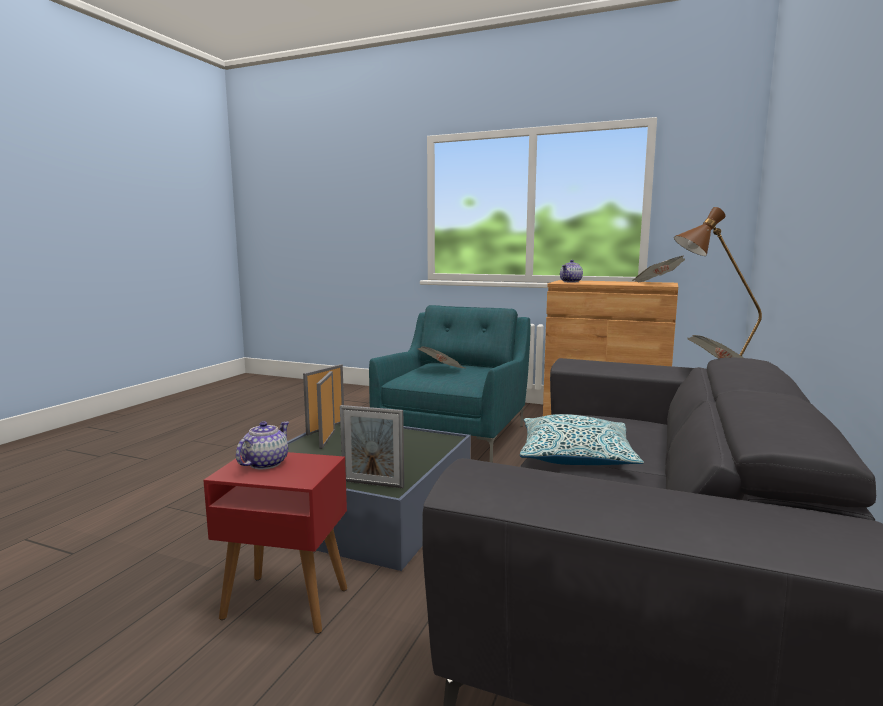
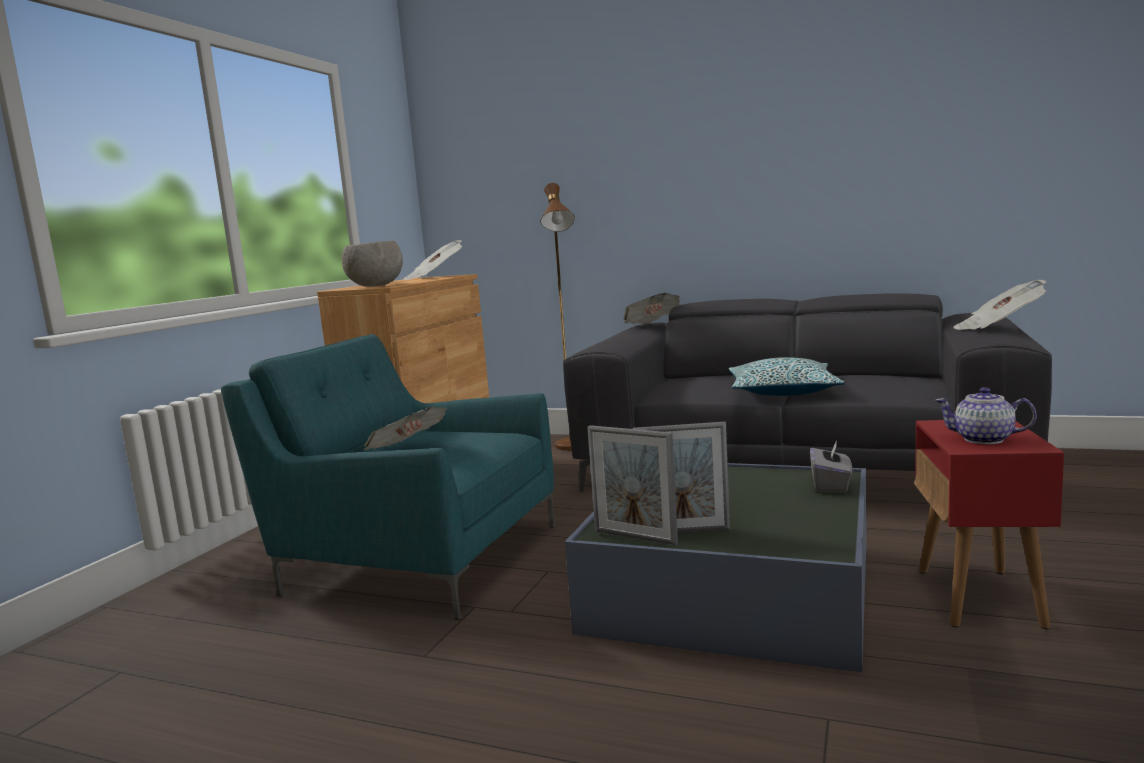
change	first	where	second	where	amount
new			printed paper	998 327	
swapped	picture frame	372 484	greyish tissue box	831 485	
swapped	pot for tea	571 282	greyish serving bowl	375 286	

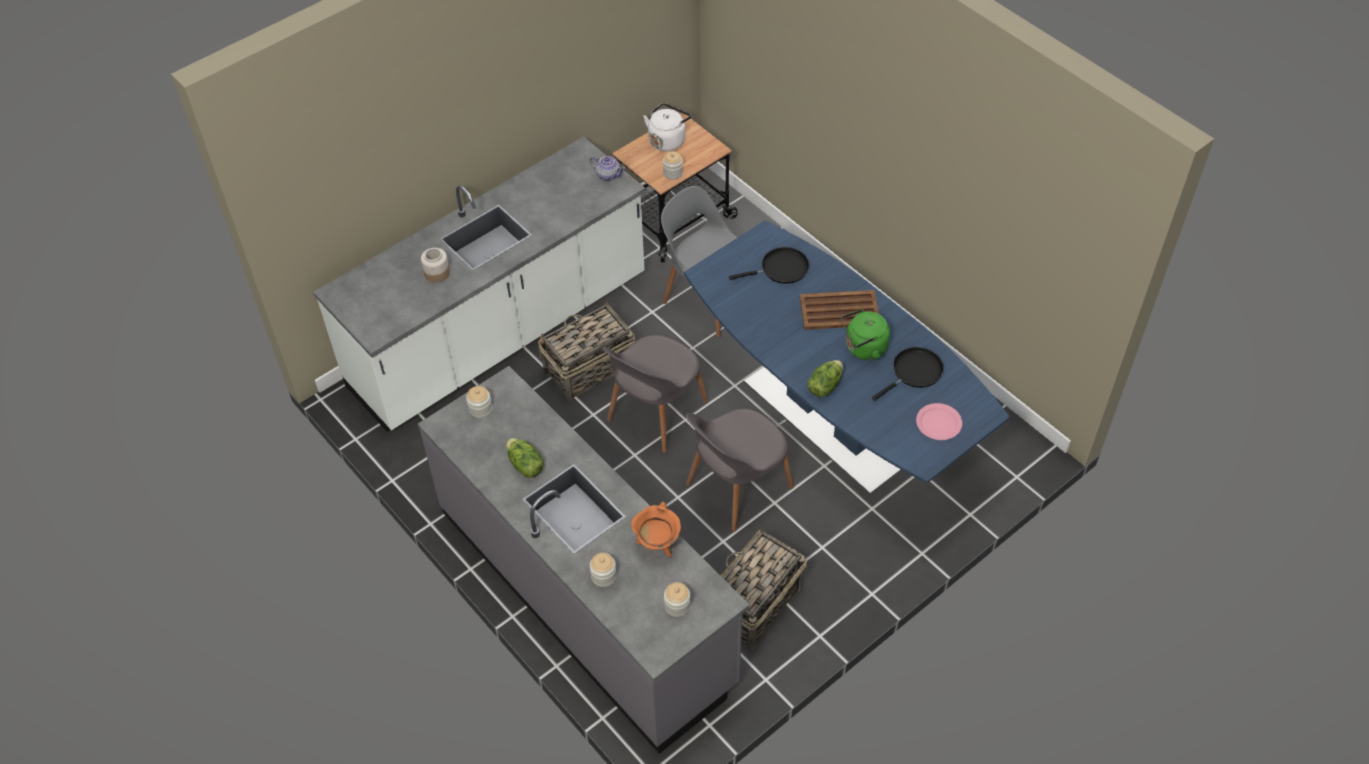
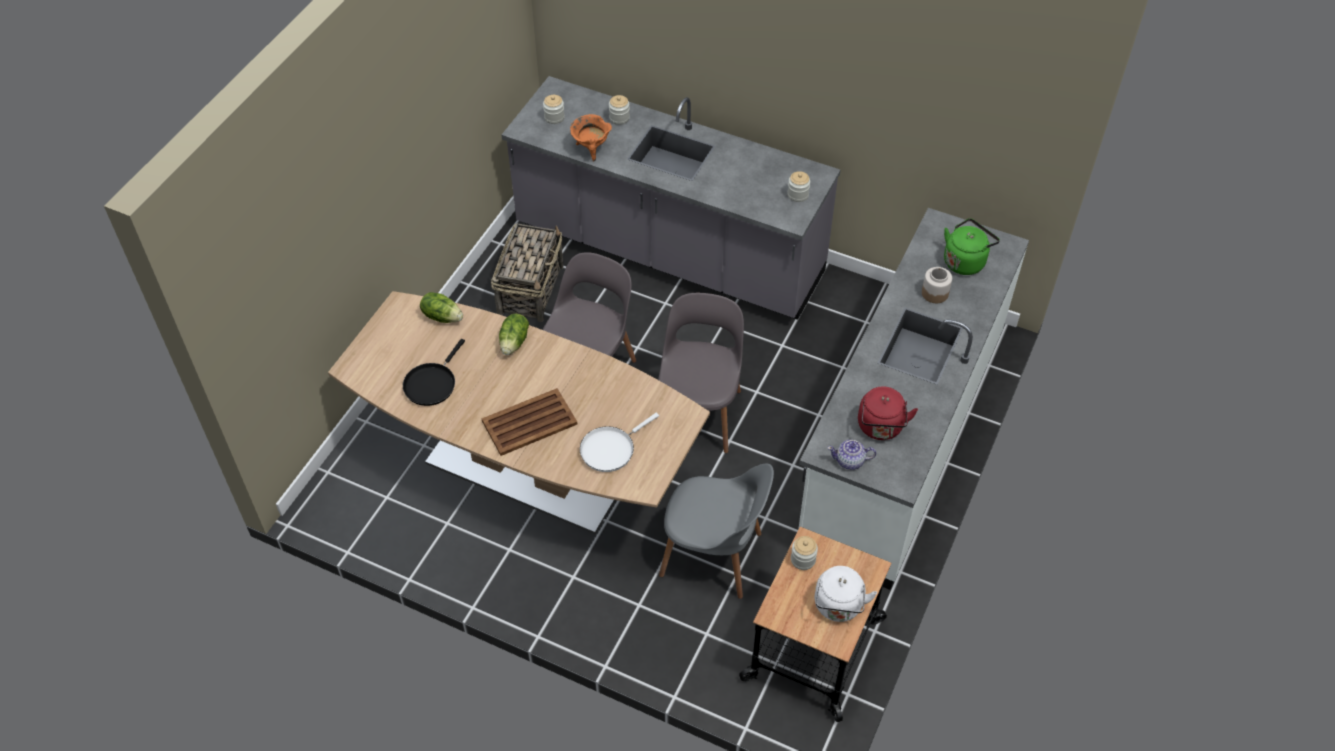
change	first	where	second	where	amount
gone	basket	588 369			
gone	pinkish plate	938 423			
new			red-coloured tea kettle	880 428	
shifted	lettuce head	525 466		442 316	
shifted	green tea kettle	863 349		965 261	
repainted	blue kitchen table	832 418	brownish kitchen table	527 468	
repainted	blackish skillet	781 269	whitish skillet	610 449	

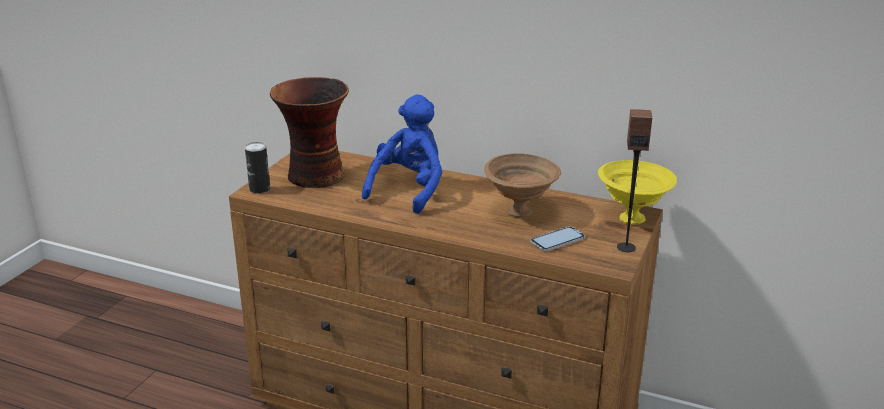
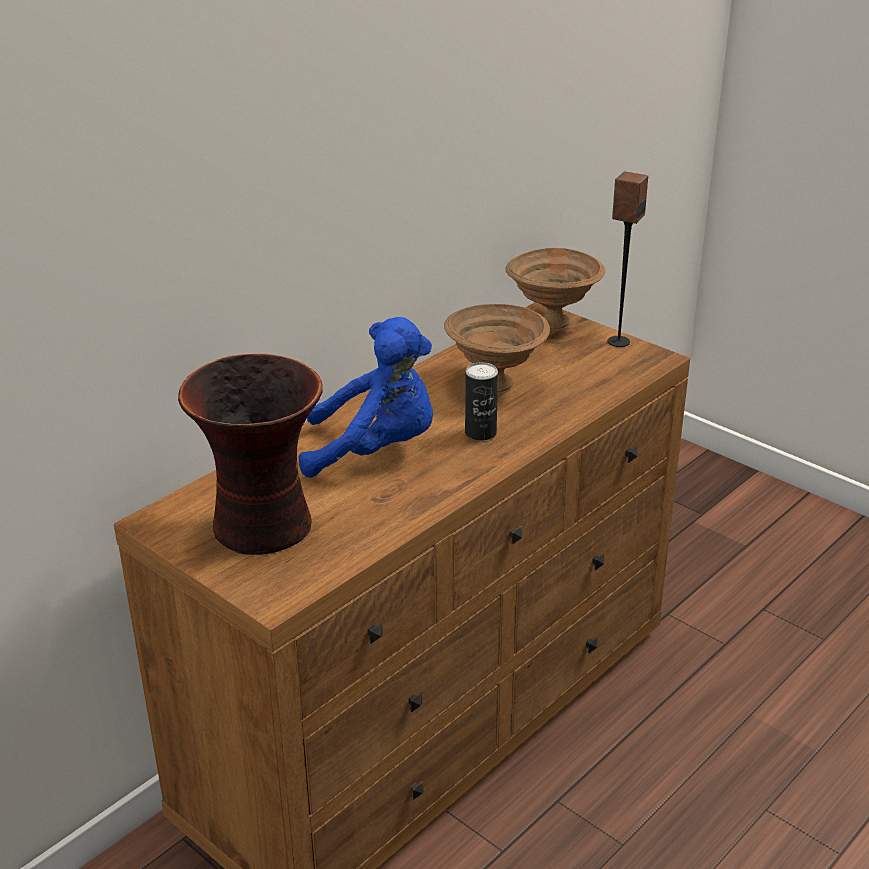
change	first	where	second	where	amount
gone	handset	557 240			
shifted	can	259 189		480 433	
repainted	yellow-coloured serving bowl	631 218	brownish serving bowl	551 321	
rotated	blue cuddly toy	409 190		375 450	135 degrees clockwise

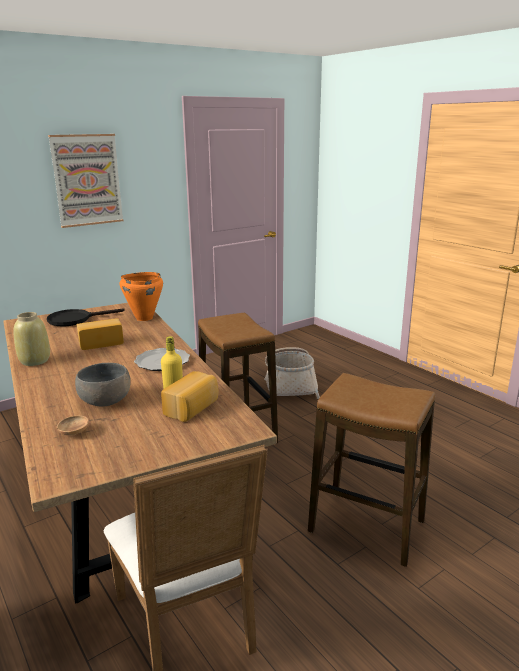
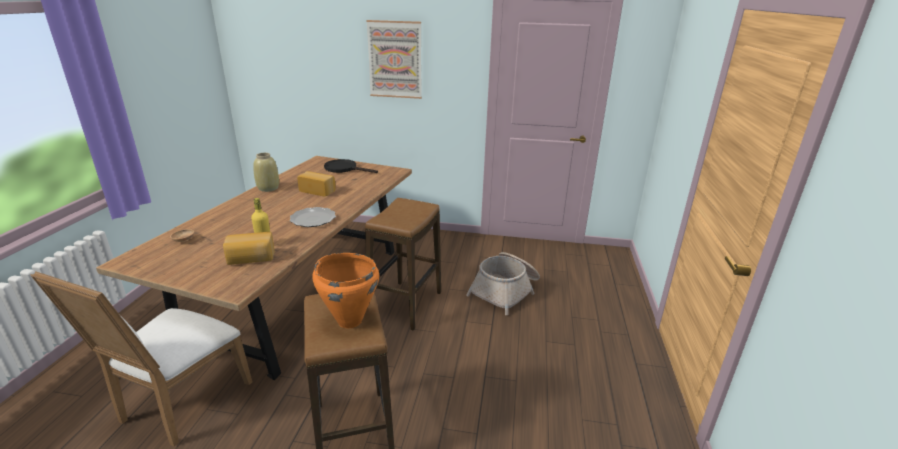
change	first	where	second	where	amount
gone	greyish serving bowl	105 401			
shifted	orangey stockpot	144 318		349 320	

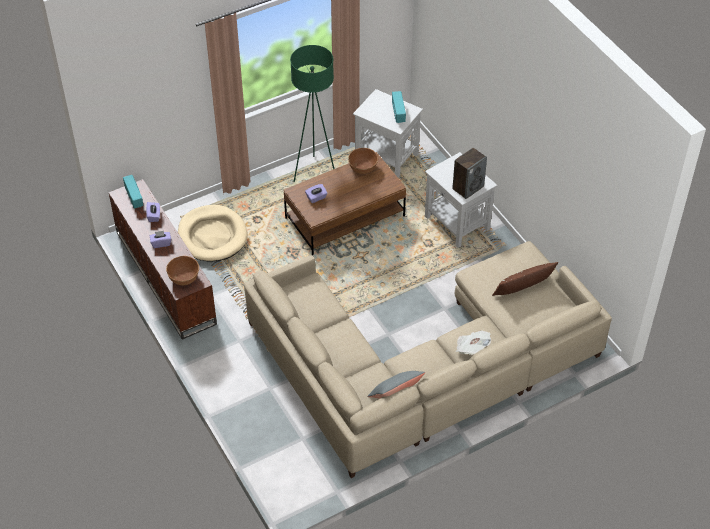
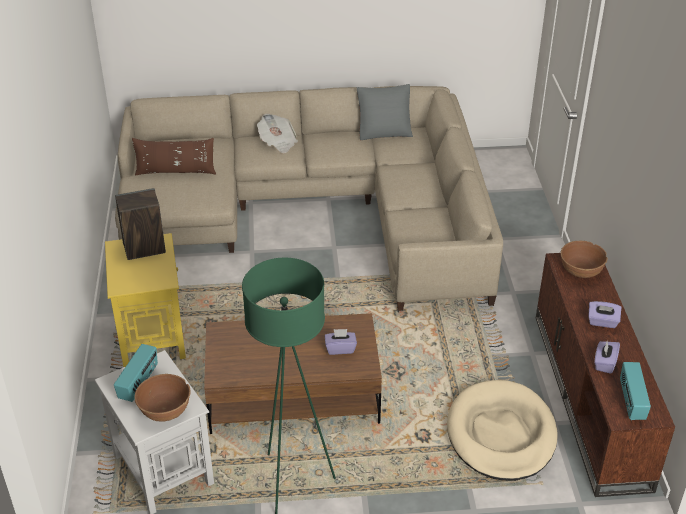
change	first	where	second	where	amount
shifted	brownish serving bowl	363 168		165 410	
repainted	whitish accent table	457 223	yellow-coloured accent table	152 335	

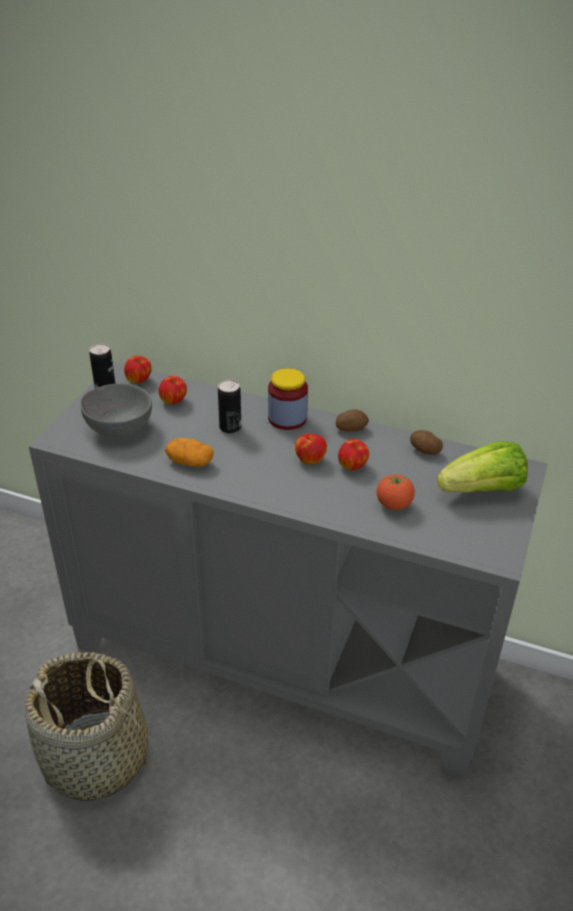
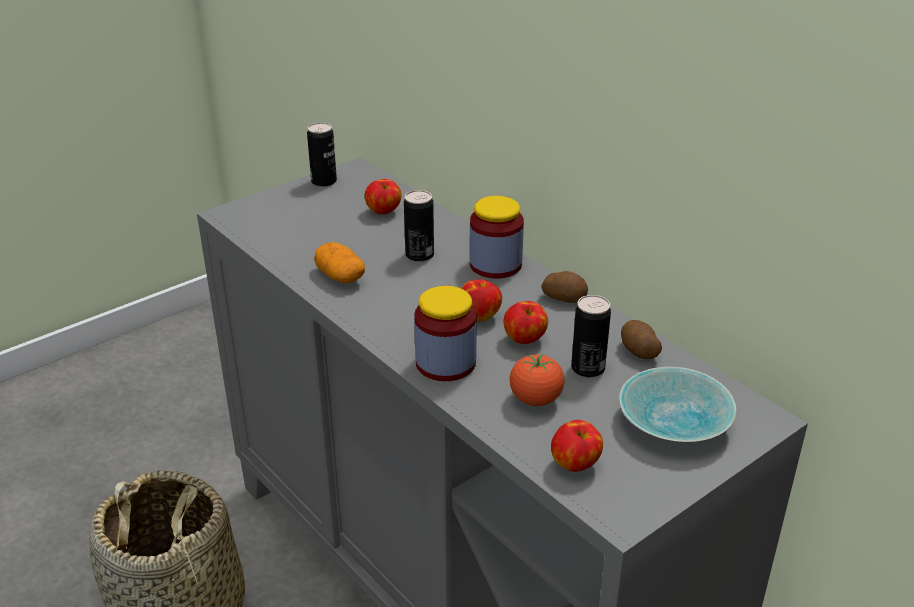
change	first	where	second	where	amount
gone	greyish serving bowl	118 427			
new			preserve jar	445 363	
new			can	588 368	
shifted	whole apple	139 380		575 464	
swapped	lettuce head	483 490	turquoise-coloured serving bowl	676 424	

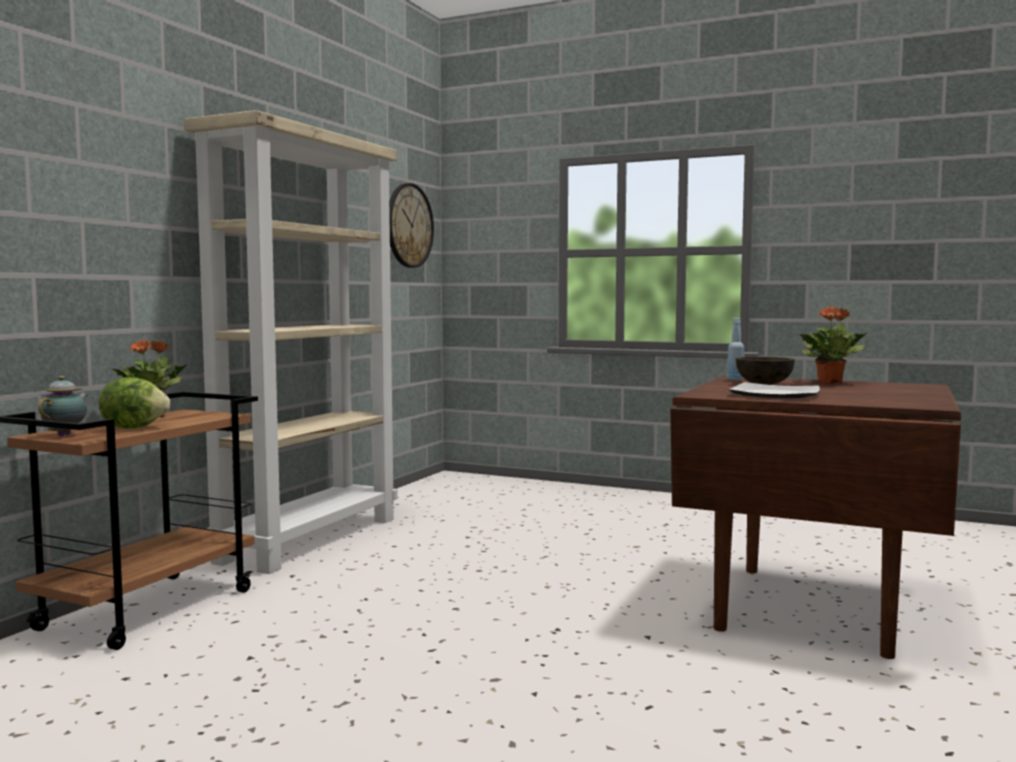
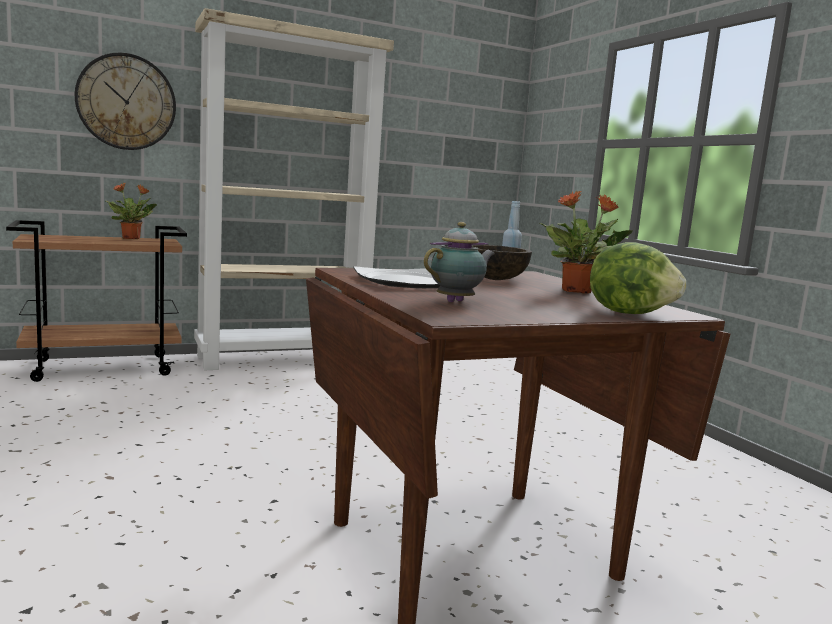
change	first	where	second	where	amount
shifted	pot for tea	66 435		457 301	
shifted	lettuce head	134 428		630 313	
shifted	hanging clock	409 225		126 102	

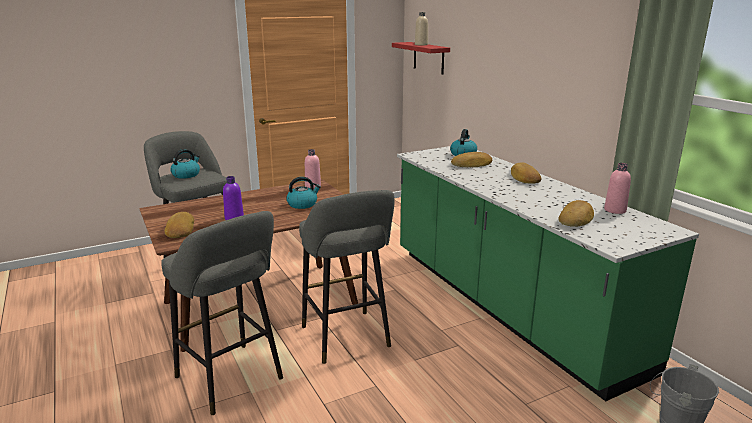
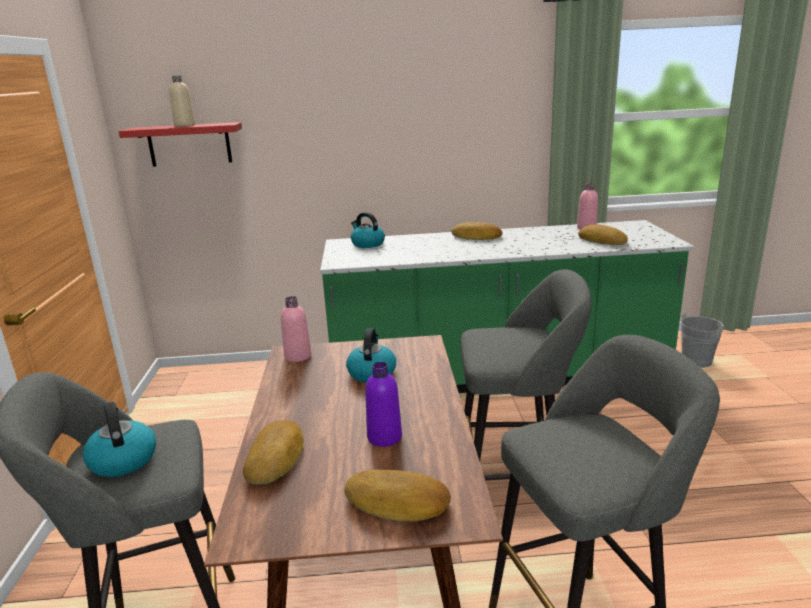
change	first	where	second	where	amount
shifted	bakery bread	472 164		276 457	

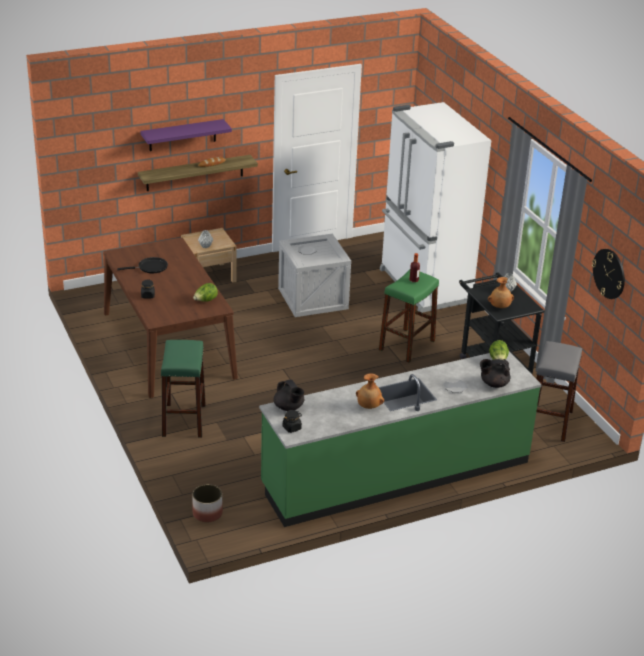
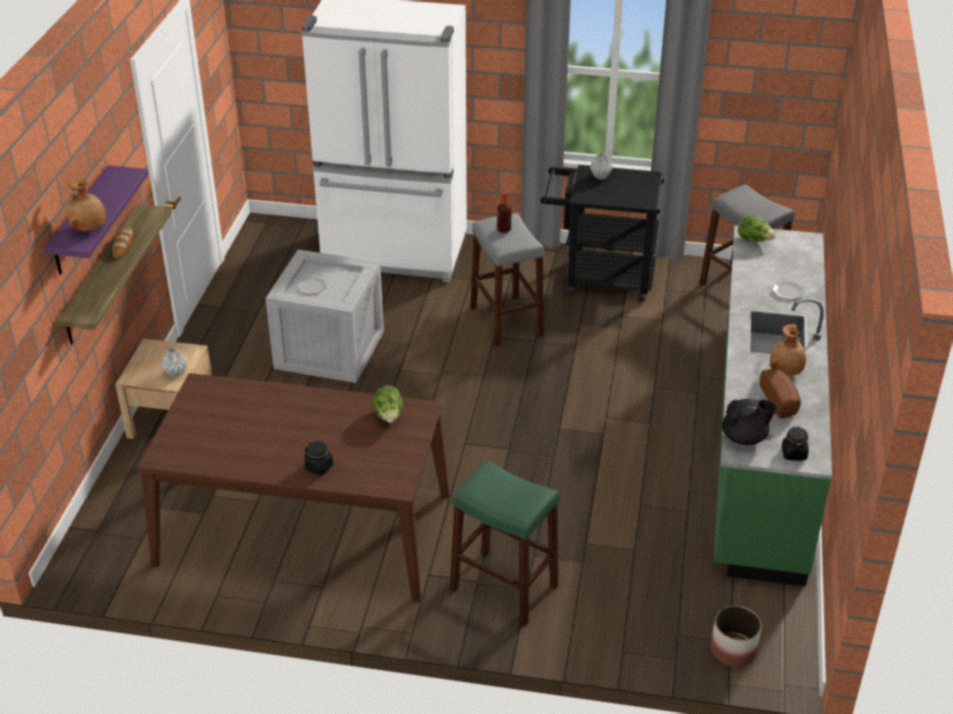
change	first	where	second	where	amount
gone	blackish skillet	150 267			
gone	blackish pot for tea	493 384			
gone	hanging clock	609 273			
new			bakery bread	781 401	
shifted	brownish decorative vase	500 307		90 228	
repainted	green stool	407 345	greyish stool	506 321	

